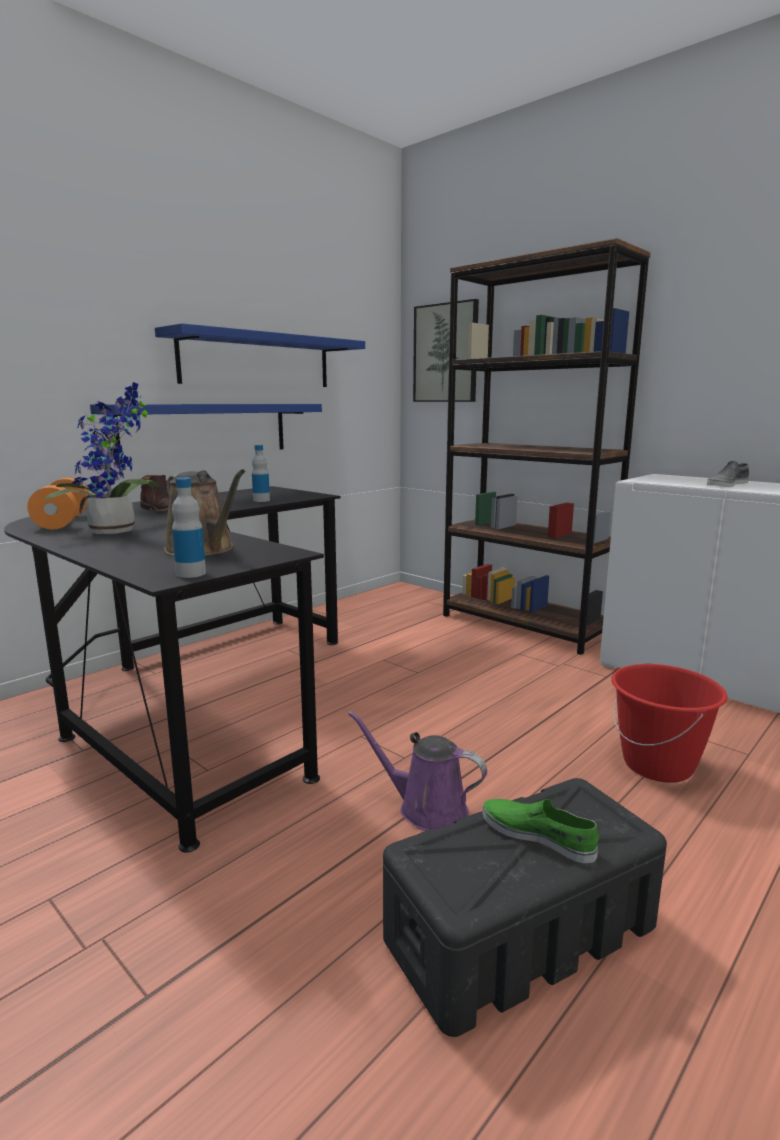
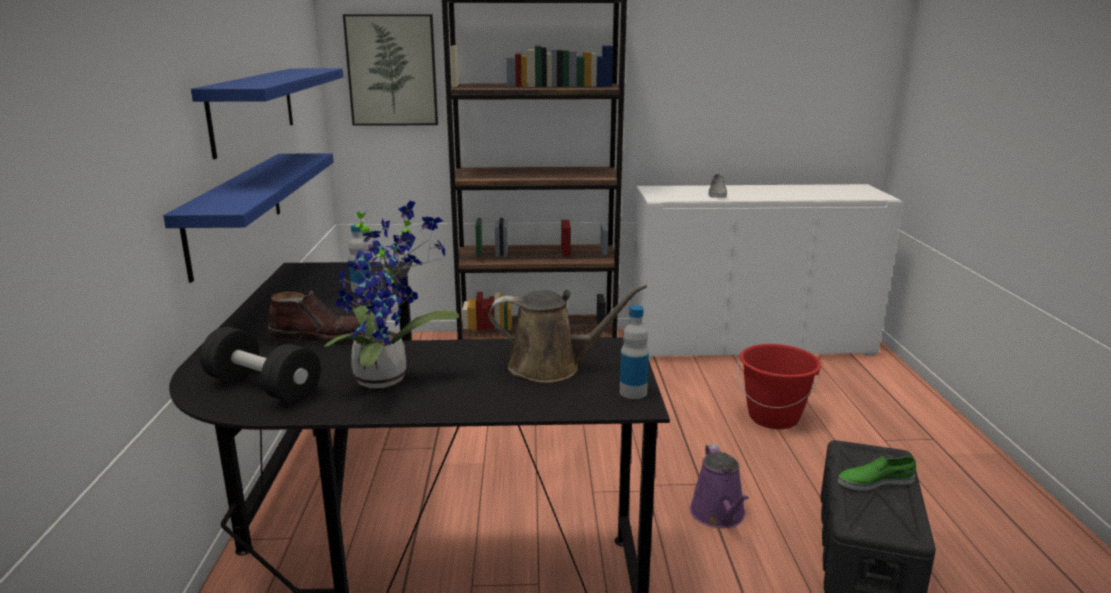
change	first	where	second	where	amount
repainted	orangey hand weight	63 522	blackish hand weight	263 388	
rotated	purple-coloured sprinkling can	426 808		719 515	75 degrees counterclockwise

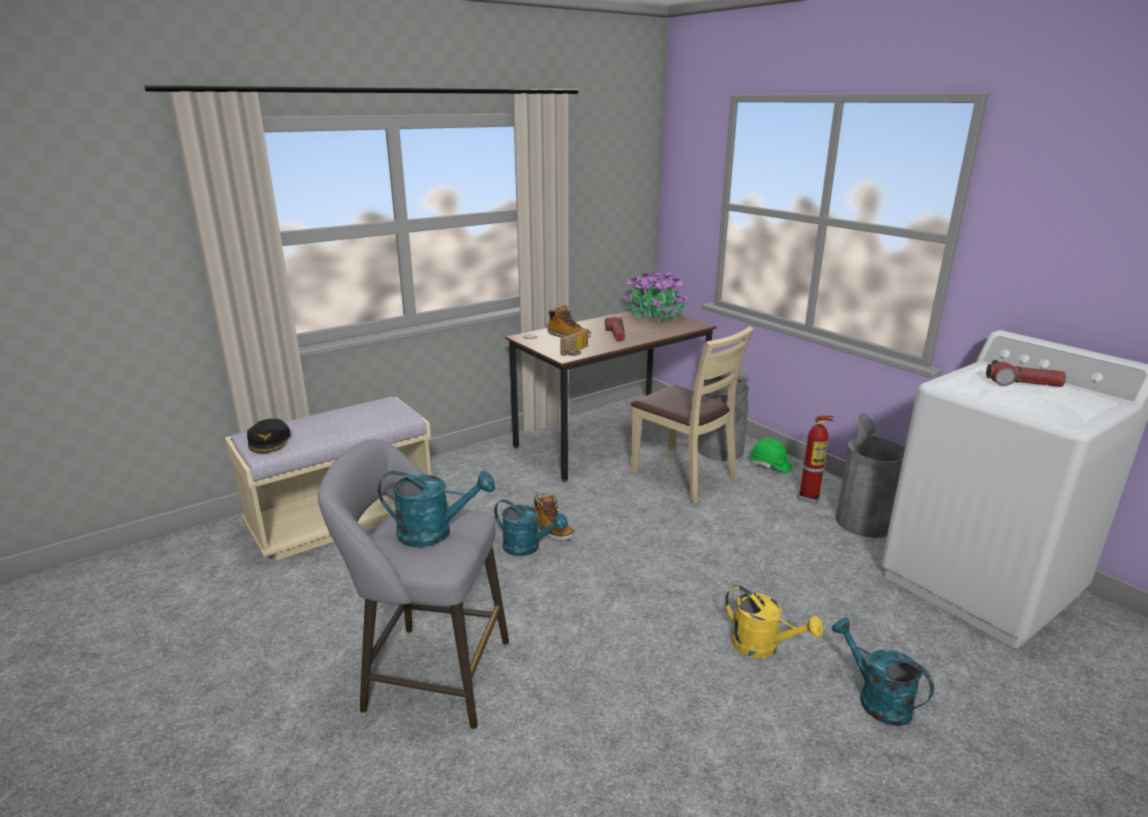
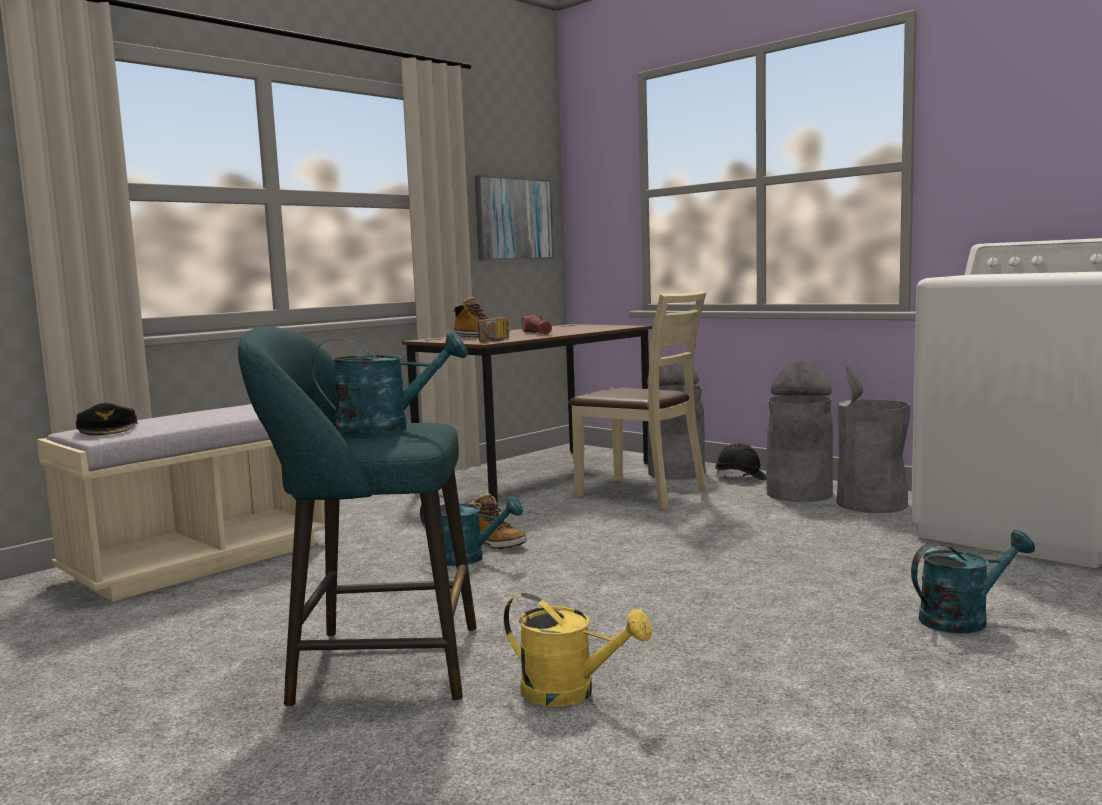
change	first	where	second	where	amount
gone	plant in a pot	655 316			
gone	torch	1022 384			
new			wall picture	513 219	
shifted	yellow-coloured sprinkling can	763 647		570 693	
swapped	extinguisher	809 497	greyish waste bin	799 494	
repainted	greyish stool	429 674	turquoise-coloured stool	375 666	
repainted	green hard hat	770 466	blackish hard hat	741 478	
rotated	turquoise-coloured sprinkling can	876 699		963 619	120 degrees clockwise

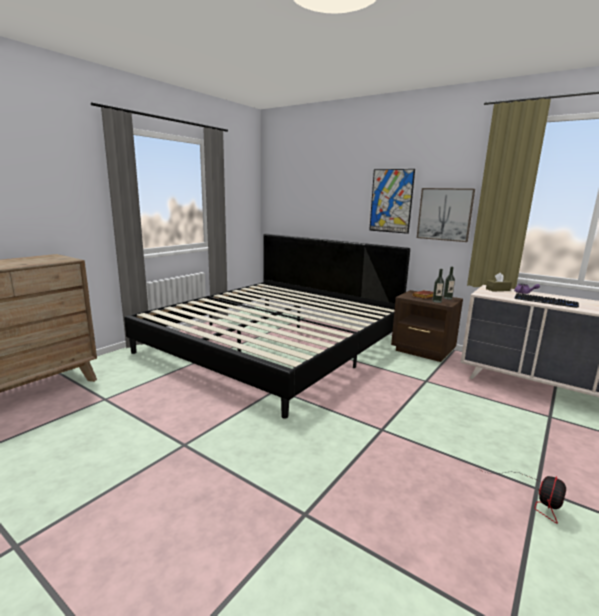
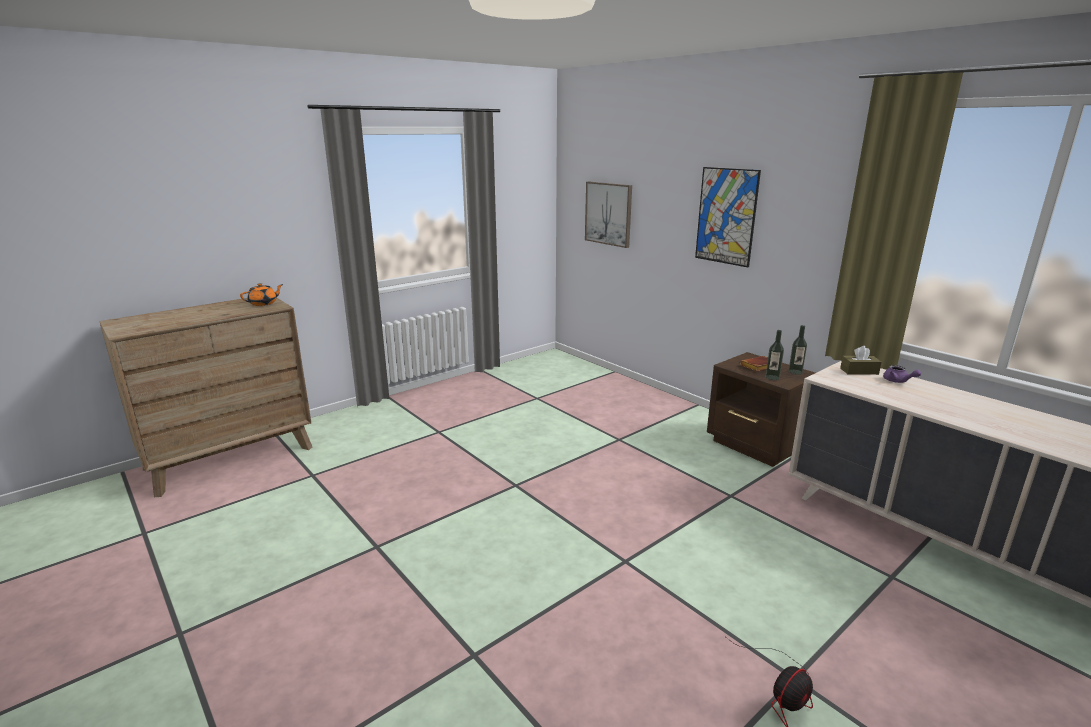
change	first	where	second	where	amount
gone	bedroom bed	273 345			
gone	keyboard	545 301			
new			orangey pot for tea	264 303	
shifted	wall picture	445 214		608 213	

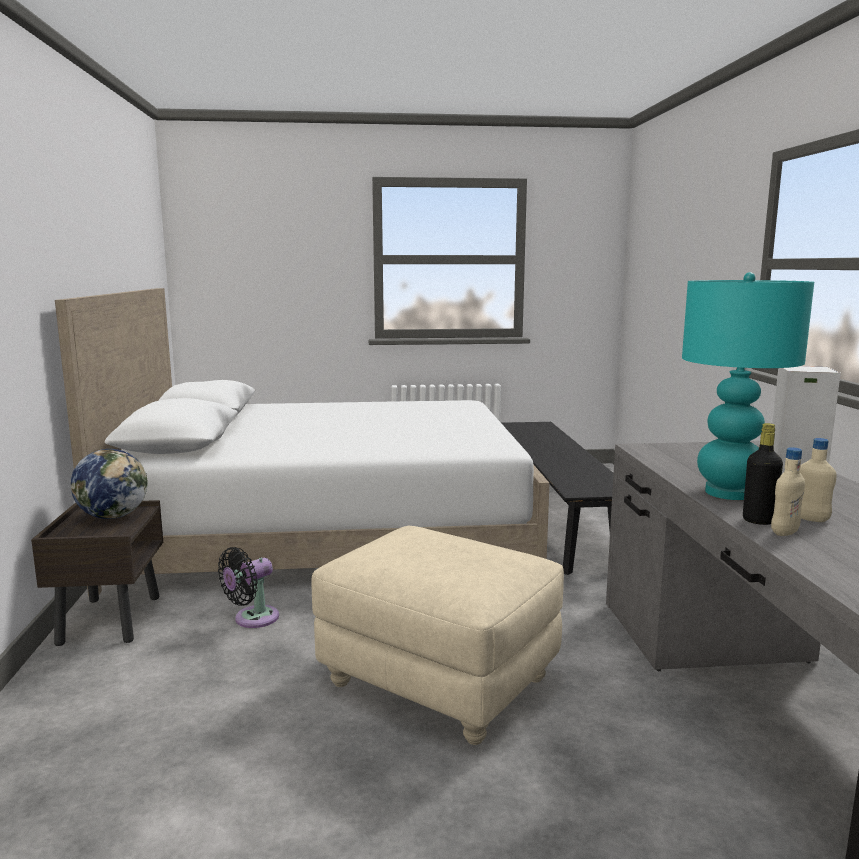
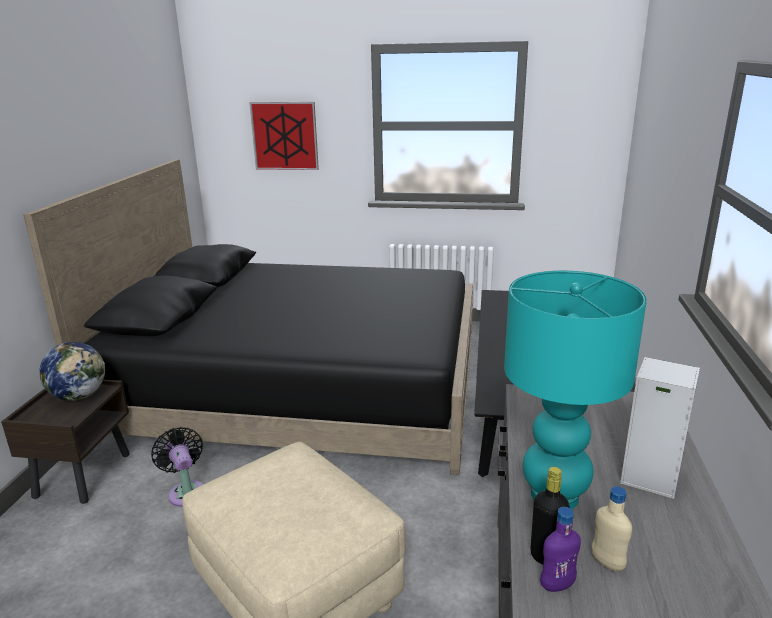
change	first	where	second	where	amount
new			wall picture	285 136	
repainted	whitish bedroom bed	329 527	blackish bedroom bed	301 387	
repainted	sand-coloured drink bottle	784 532	purple-coloured drink bottle	557 585	
rotated	blackish fan	252 619		186 491	90 degrees clockwise

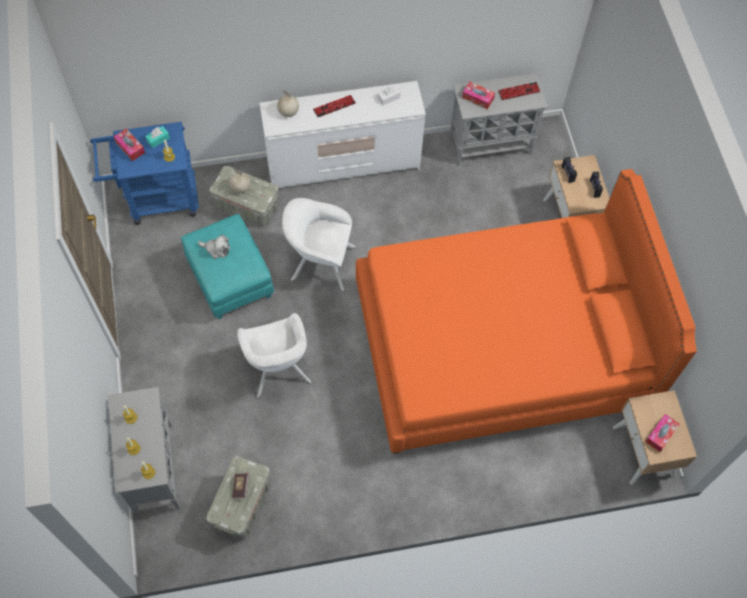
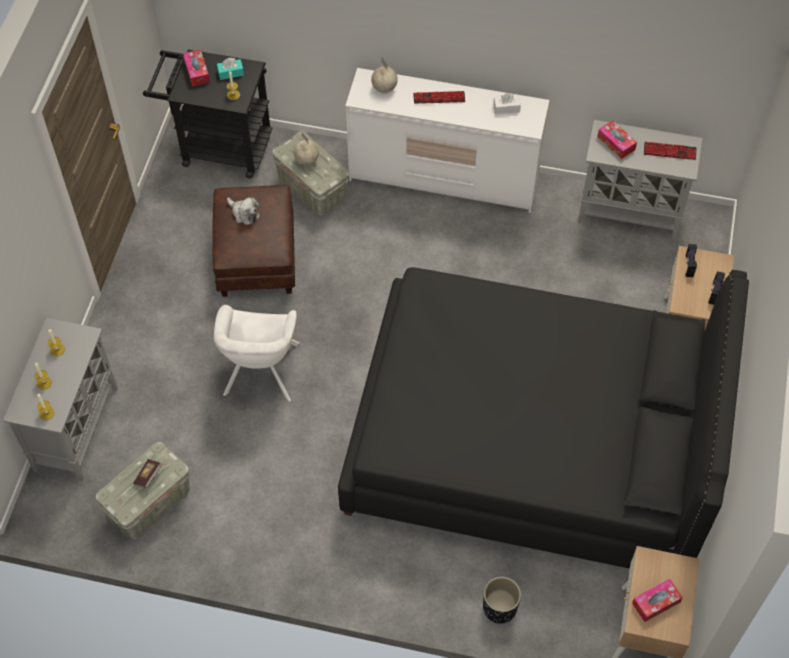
change	first	where	second	where	amount
gone	whitish armchair	319 262			
new			blackish flower pot	499 608	
repainted	blue wheeled cart	156 199	blackish wheeled cart	218 147	
repainted	turquoise-coloured ottoman	229 278	brownish ottoman	255 257	
repainted	orangey bedroom bed	500 345	blackish bedroom bed	530 442	

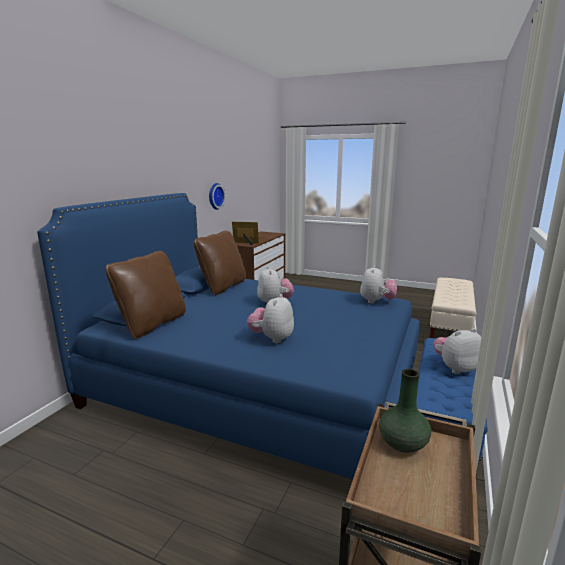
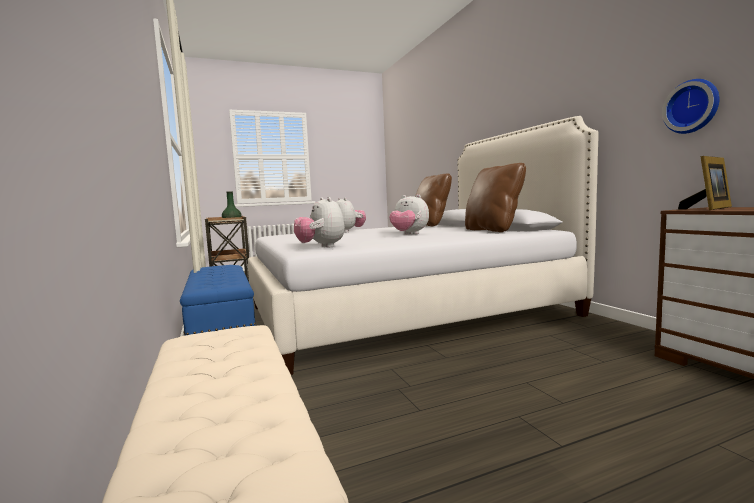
change	first	where	second	where	amount
gone	cuddly toy	455 368			
repainted	blue bedroom bed	255 386	whitish bedroom bed	406 311	

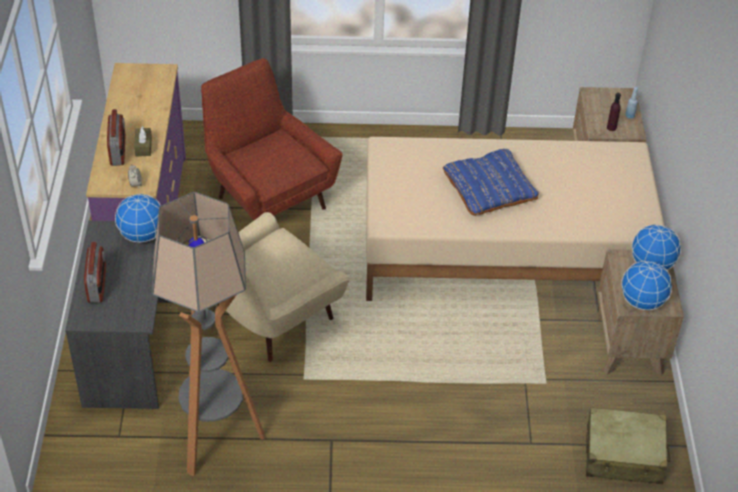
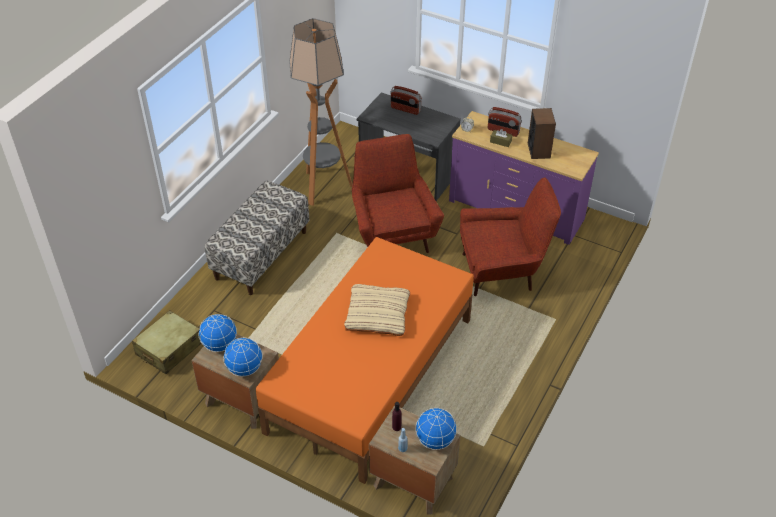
change	first	where	second	where	amount
new			bench	261 255	
new			speaker	539 150	
shifted	globe	142 235		435 440	
repainted	sand-coloured armchair	268 320	red-coloured armchair	392 234	
repainted	sand-coloured bedroom bed	505 253	orangey bedroom bed	369 374	
repainted	blue throw pillow	489 187	sand-coloured throw pillow	377 314	

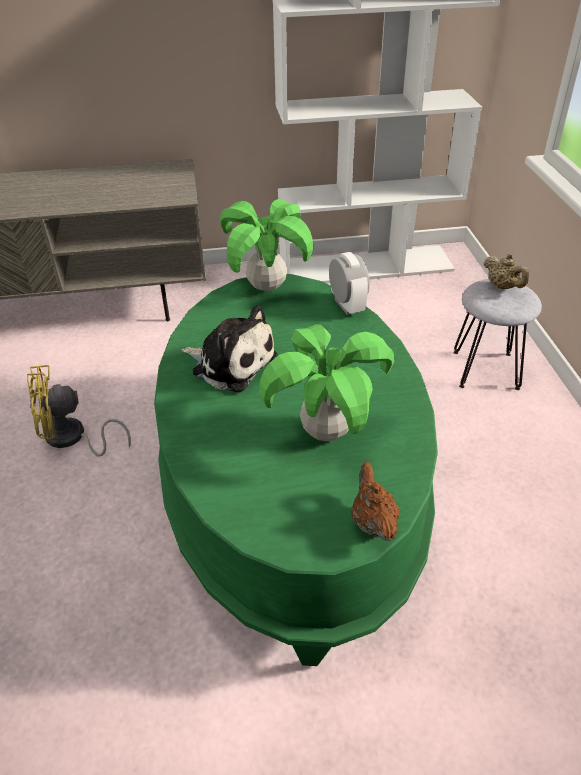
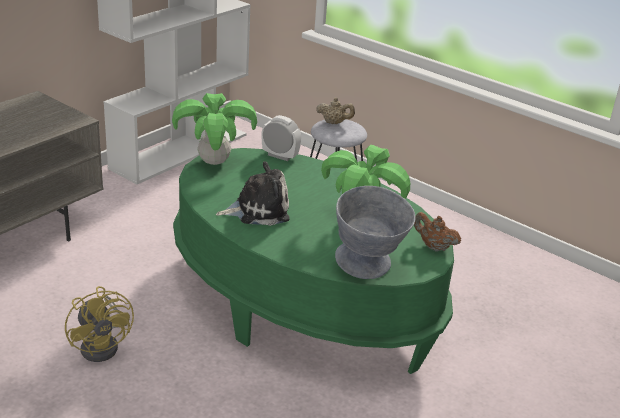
change	first	where	second	where	amount
new			greyish serving bowl	368 269	
rotated	yellow-coloured fan	72 439		104 345	60 degrees counterclockwise

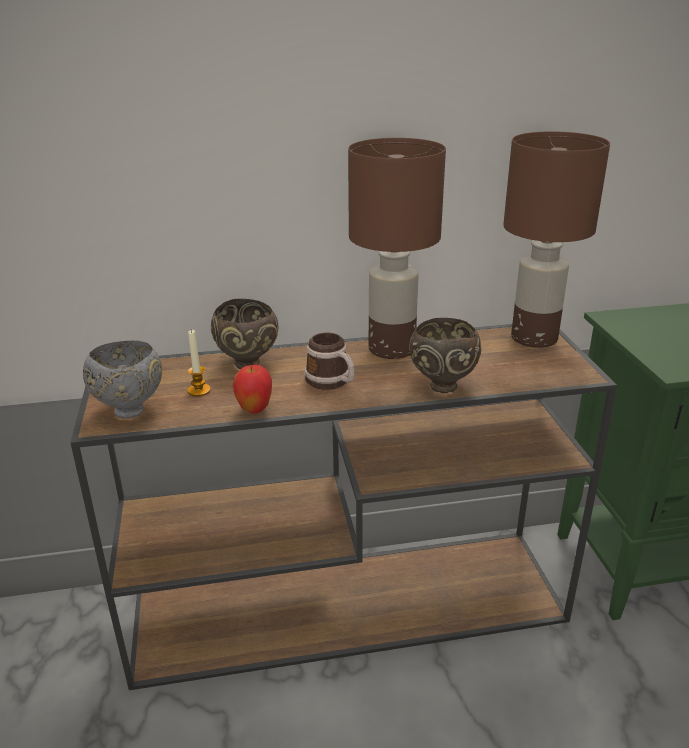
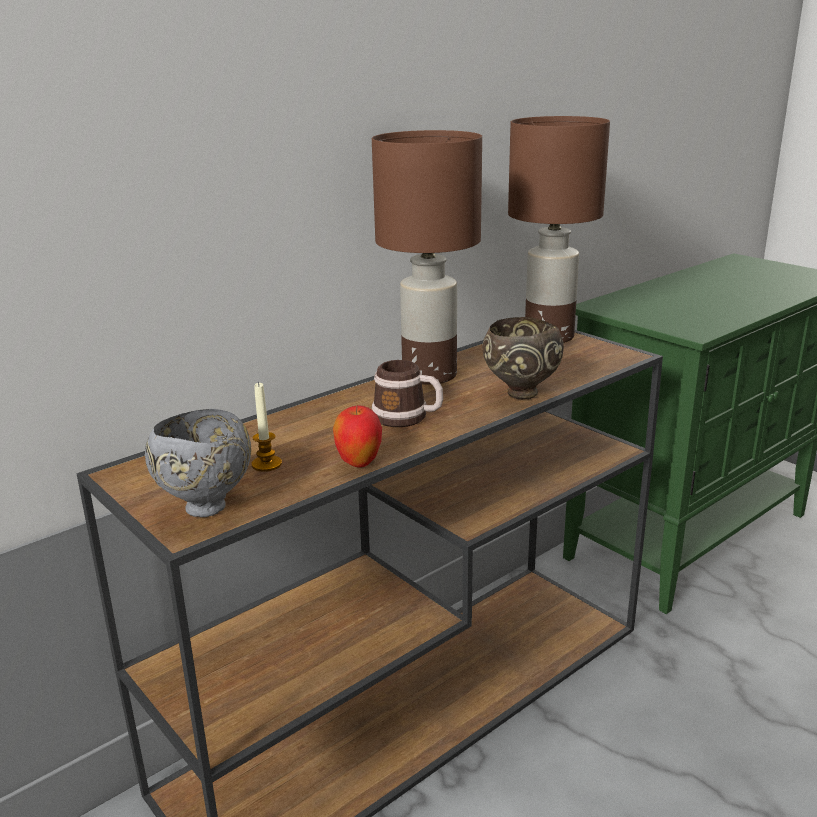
change	first	where	second	where	amount
gone	brownish serving bowl	248 364			

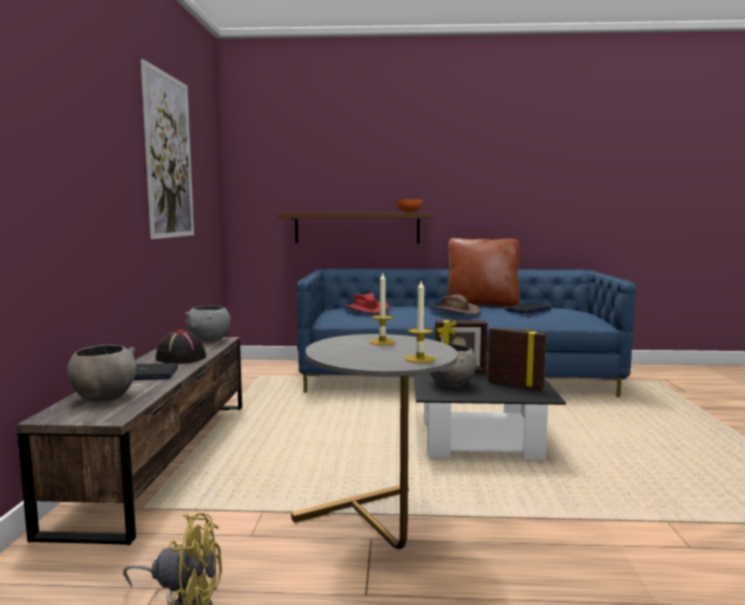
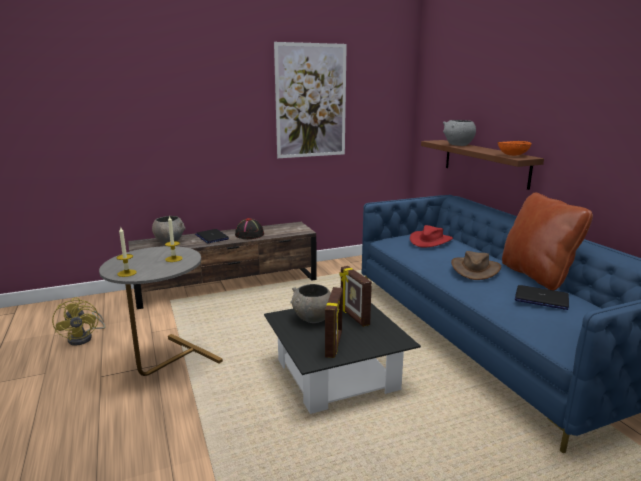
change	first	where	second	where	amount
shifted	greyish serving bowl	209 340		458 145	

